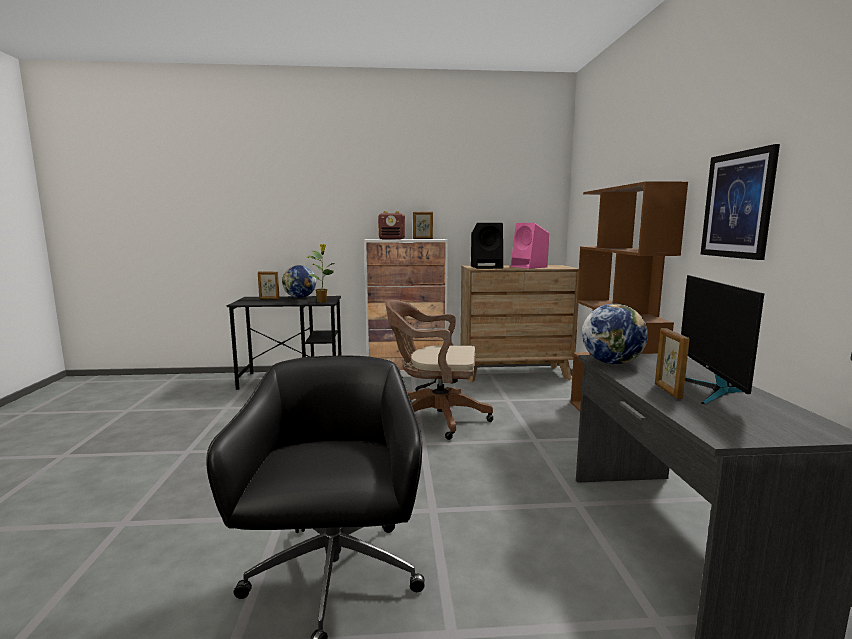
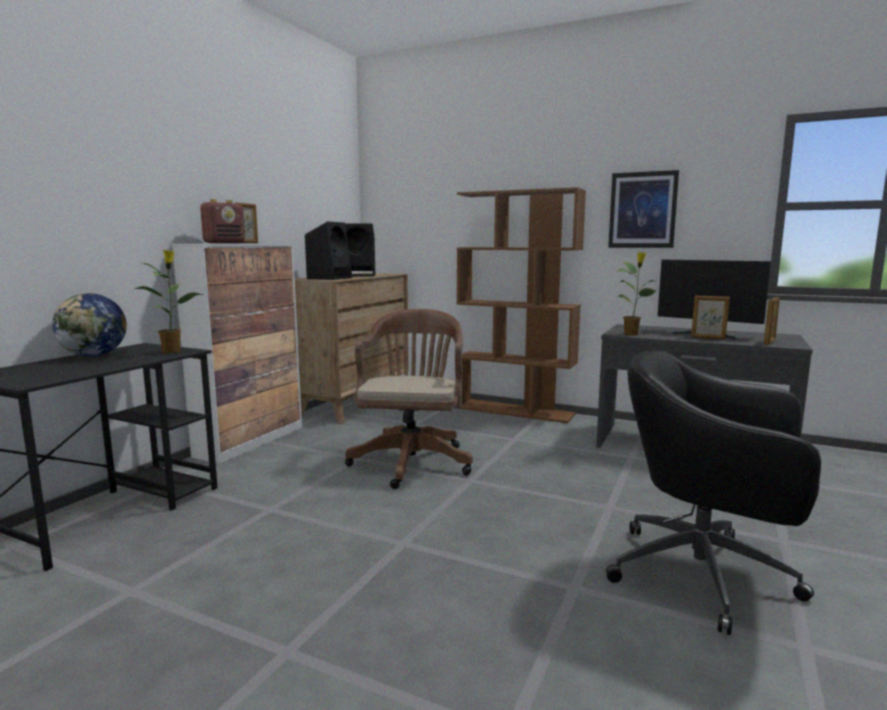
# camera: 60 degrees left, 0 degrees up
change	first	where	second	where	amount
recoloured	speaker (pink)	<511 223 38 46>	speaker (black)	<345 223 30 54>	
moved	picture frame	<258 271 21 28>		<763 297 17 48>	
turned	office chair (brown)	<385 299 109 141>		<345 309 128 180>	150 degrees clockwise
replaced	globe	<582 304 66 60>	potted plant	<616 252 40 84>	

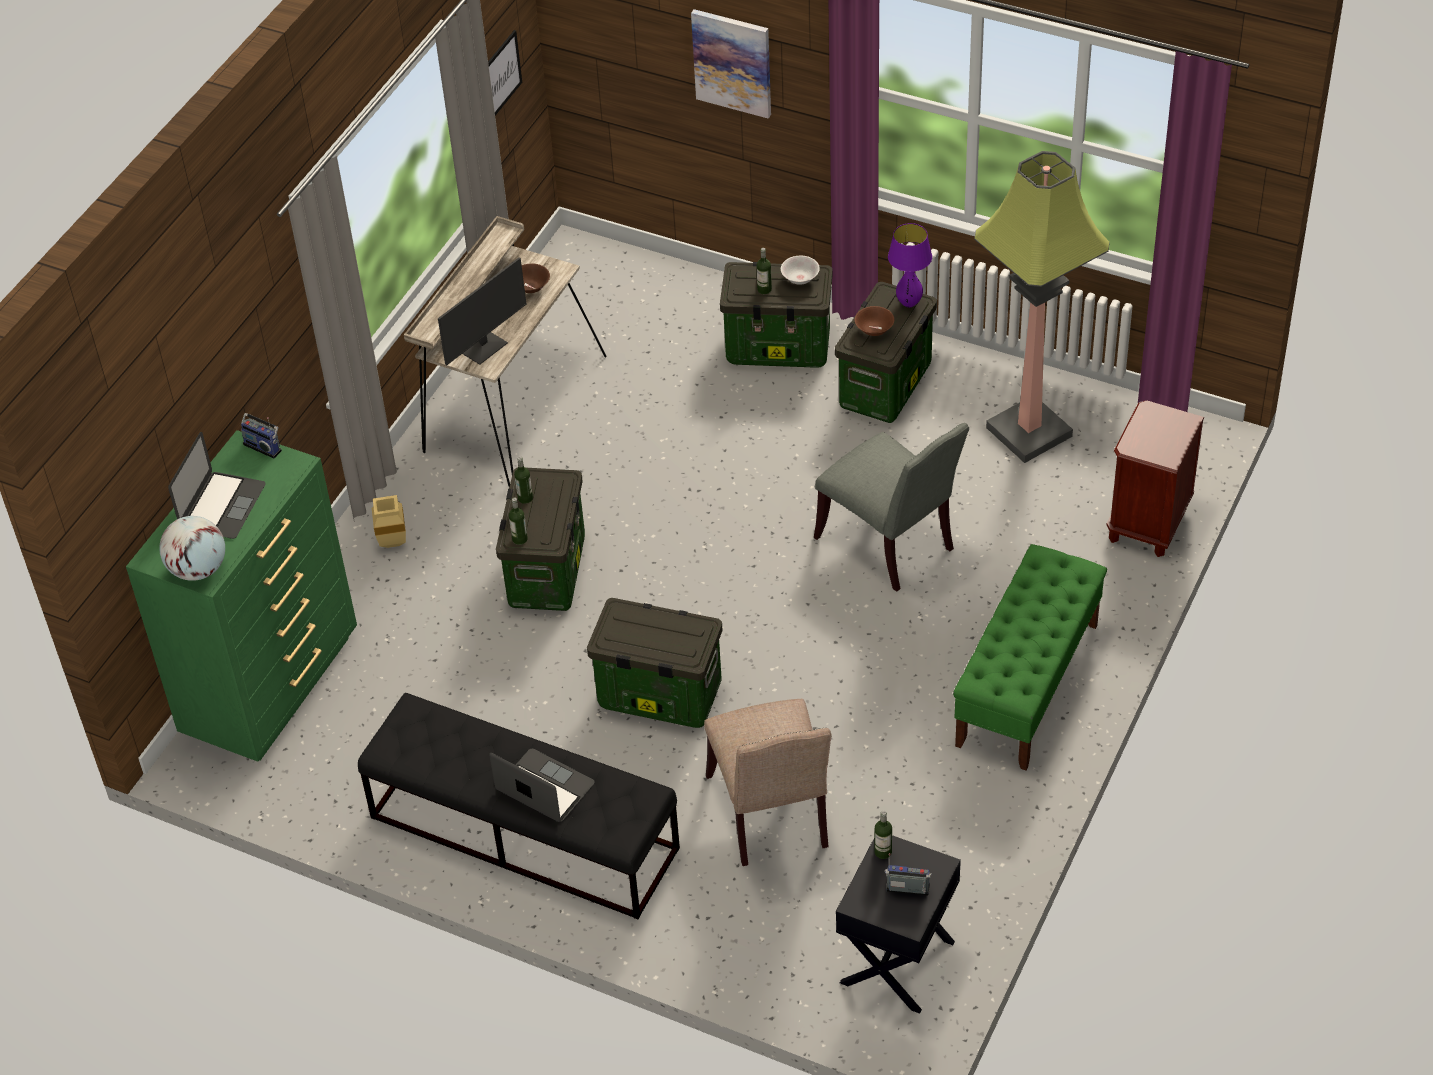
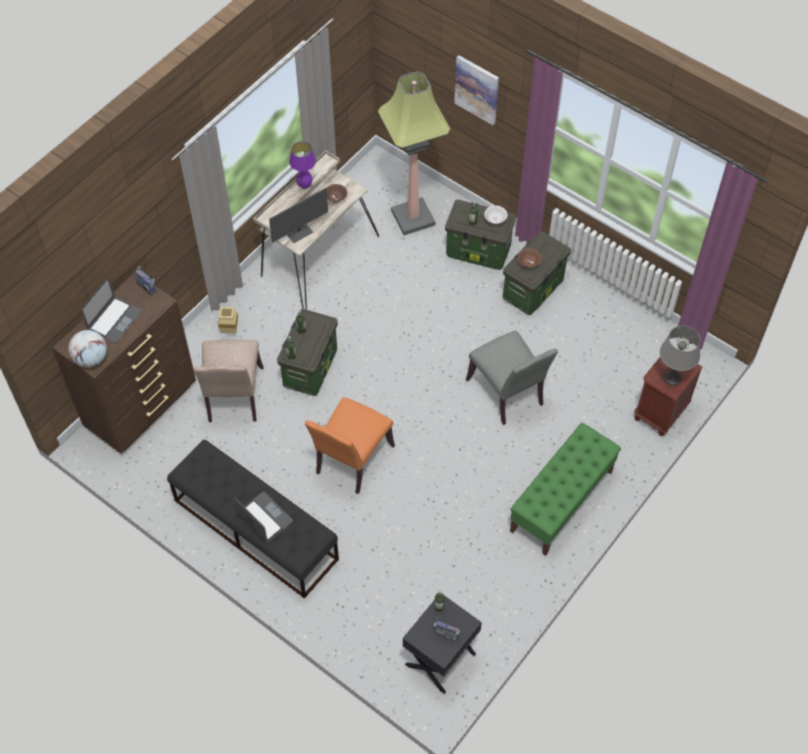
# camera: 10 degrees right, 10 degrees up
change	first	where	second	where	amount
removed	picture	<488 30 34 86>			
moved	floor lamp	<974 151 136 312>		<378 71 72 164>	
moved	table lamp (purple)	<888 223 44 84>		<289 142 27 47>	
recoloured	dresser (green)	<126 430 231 332>	dresser (brown)	<52 273 144 181>	
replaced	storage box	<587 598 136 130>	chair (orange)	<305 397 90 97>	
moved	chair (beige)	<704 699 128 167>		<194 340 70 82>	
added			table lamp (grey)	<660 325 40 61>	

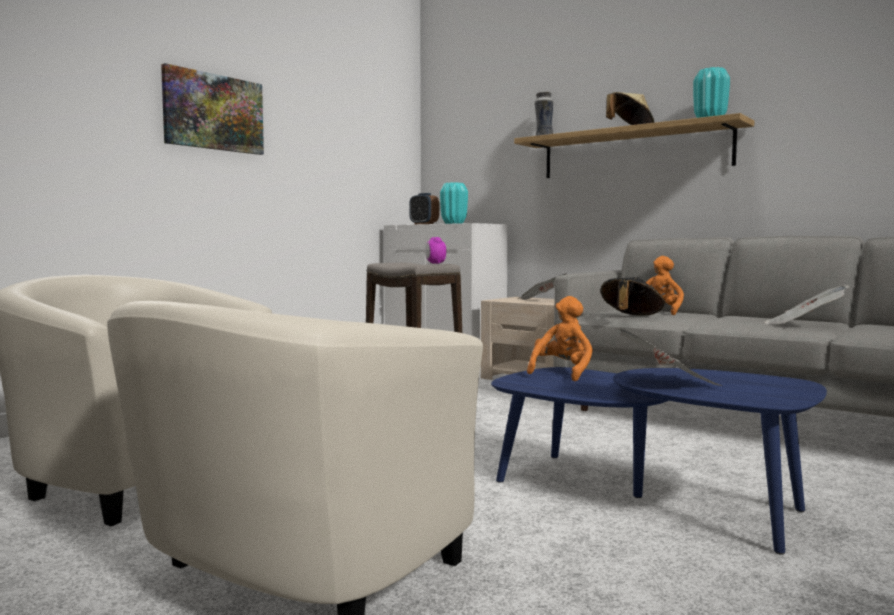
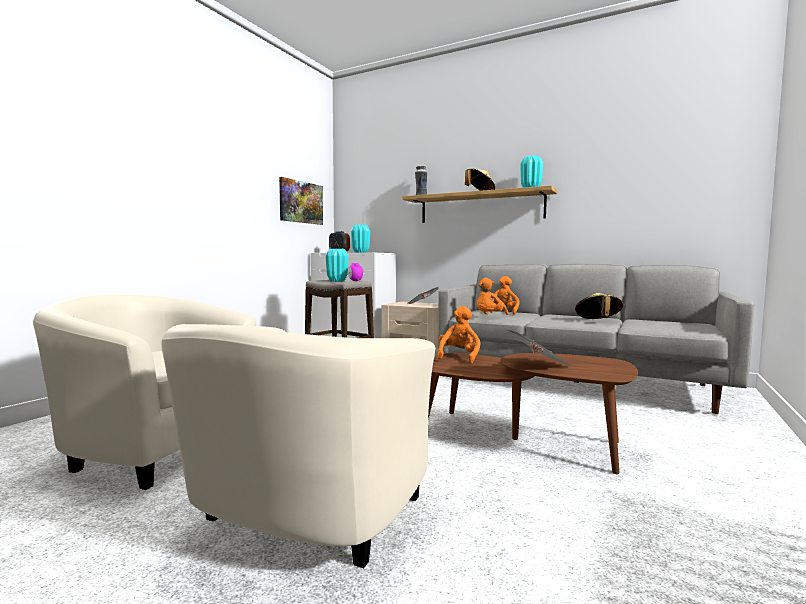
# camera: 10 degrees left, 0 degrees up
change	first	where	second	where	amount
moved	picture	<161 63 103 92>		<279 177 44 48>	
replaced	hat (black)	<600 277 64 39>	plush toy (orange)	<476 278 33 37>	
replaced	newspaper	<764 285 86 39>	hat (beige)	<575 293 48 26>	
recoloured	coffee table (blue)	<491 367 336 188>	coffee table (brown)	<428 353 210 121>	
added			vase (turquoise)	<326 249 22 33>	

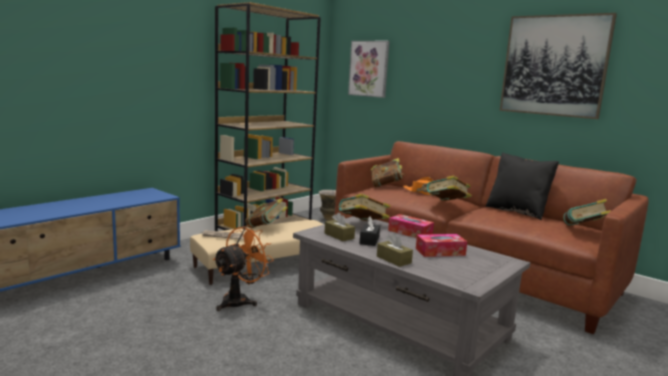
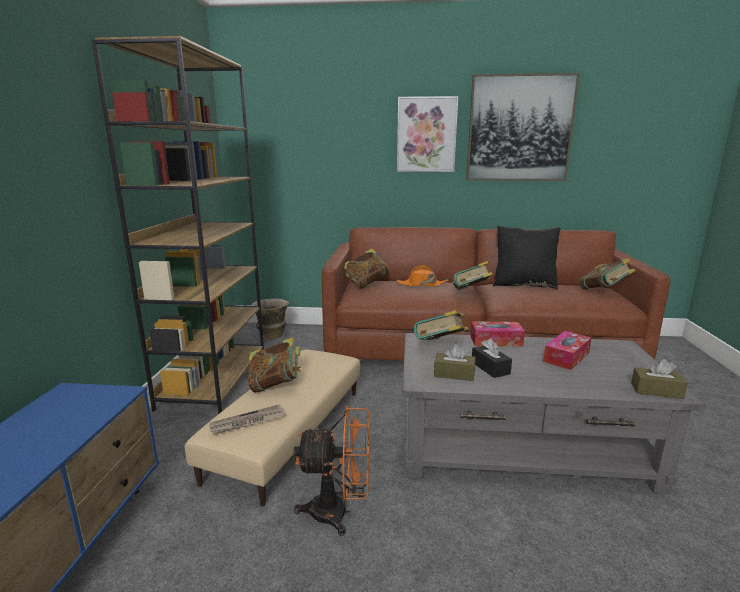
# camera: 35 degrees left, 5 degrees up
change	first	where	second	where	amount
moved	picture	<348 41 42 57>		<397 96 61 76>	
turned	fan (orange)	<213 225 61 86>		<293 406 77 130>	90 degrees clockwise
moved	tissue box (brown)	<377 233 36 34>		<631 359 57 40>	

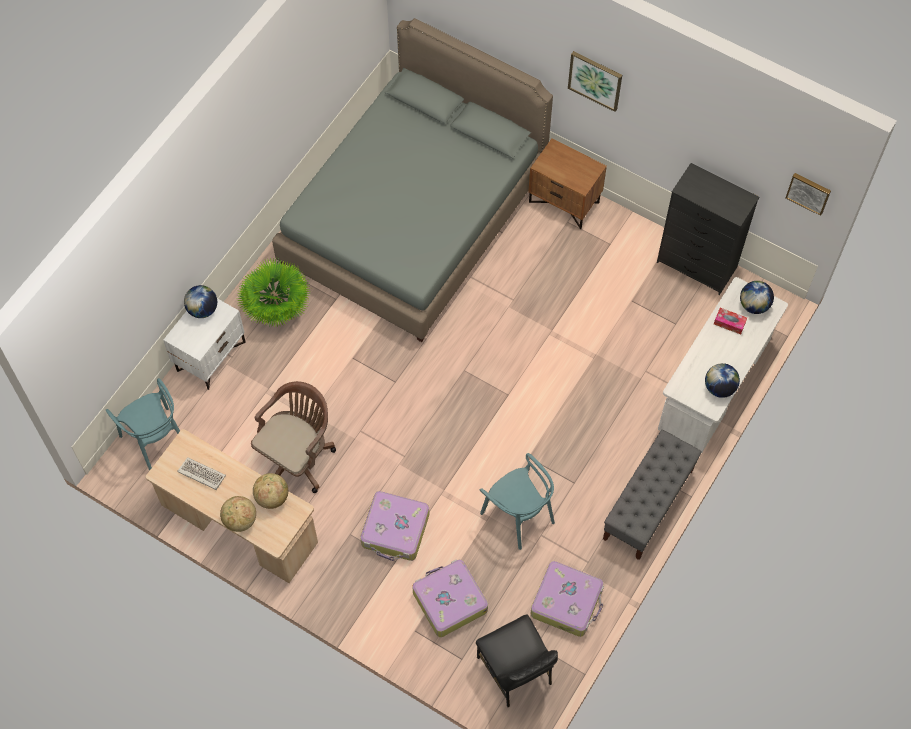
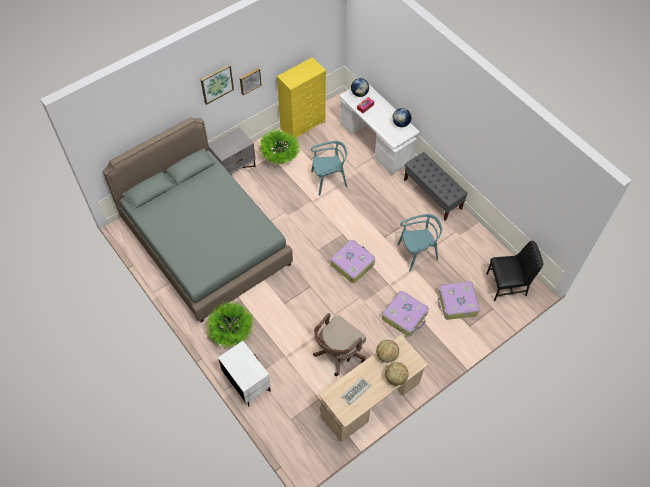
# camera: 70 degrees left, 5 degrees down
change	first	where	second	where	amount
recoloured	nightstand (brown)	<528 138 79 91>	nightstand (grey)	<209 128 47 47>	
recoloured	dresser (black)	<657 163 102 132>	dresser (yellow)	<277 57 49 81>	
moved	picture	<786 173 45 43>		<240 68 22 27>	
removed	globe	<184 285 33 33>			
moved	chair (turquoise)	<105 378 75 93>		<311 141 36 55>	
turned	office chair (brown)	<251 381 85 112>		<313 313 53 63>	105 degrees counterclockwise
moved	suitcase	<530 561 74 76>		<330 240 45 43>	
added			potted plant	<259 129 41 36>	

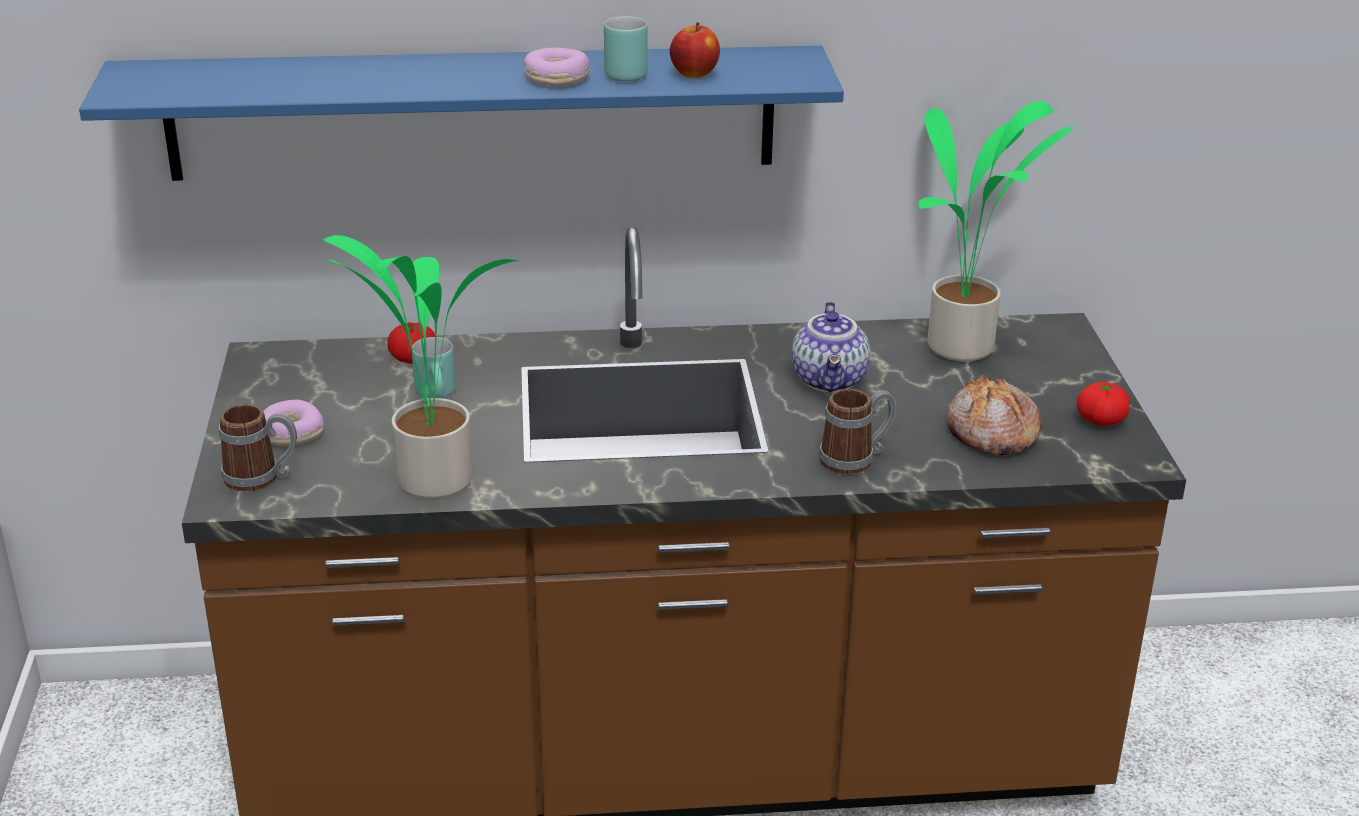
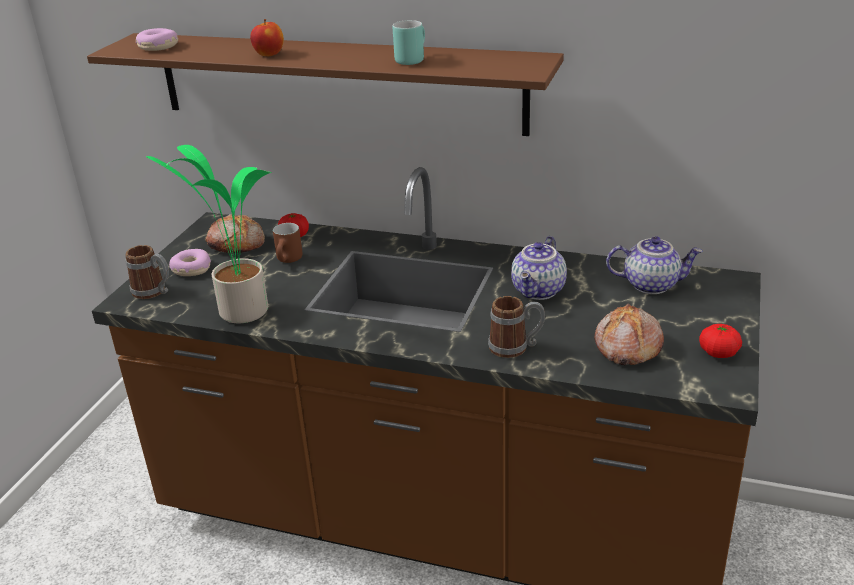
# camera: 25 degrees right, 0 degrees up
change	first	where	second	where	amount
moved	apple	<670 22 50 56>		<250 19 34 37>	
recoloured	shelf (blue)	<79 46 765 135>	shelf (brown)	<87 33 477 103>	
moved	donut	<524 47 66 39>		<136 28 42 23>	
replaced	potted plant	<918 101 156 261>	teapot	<606 236 97 58>	
recoloured	mug (turquoise)	<412 337 44 62>	mug (brown)	<273 223 30 40>	
added			bread	<205 214 60 39>	

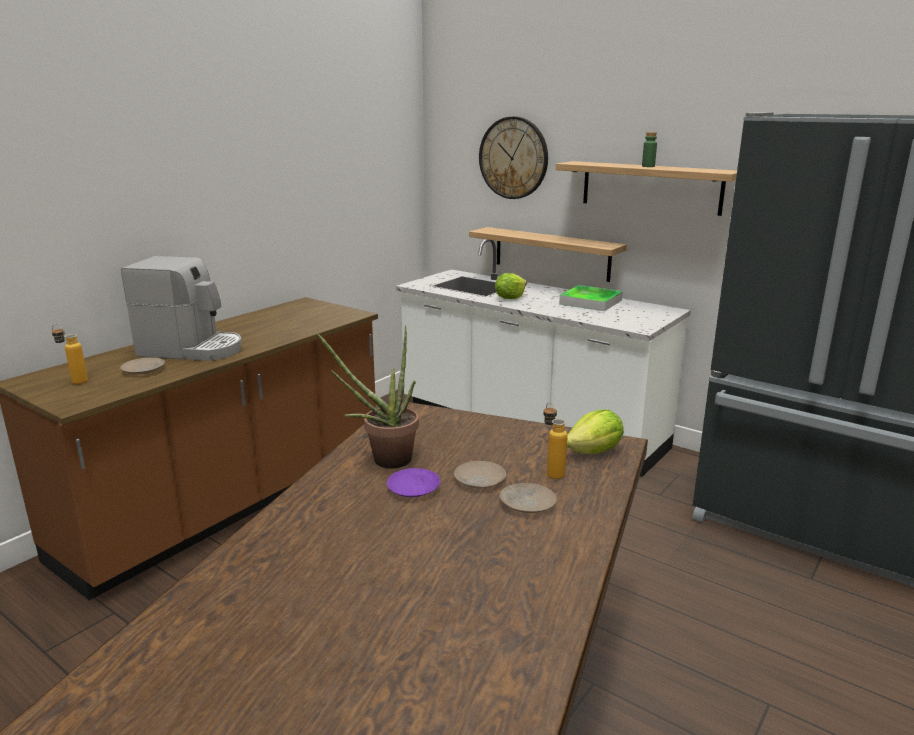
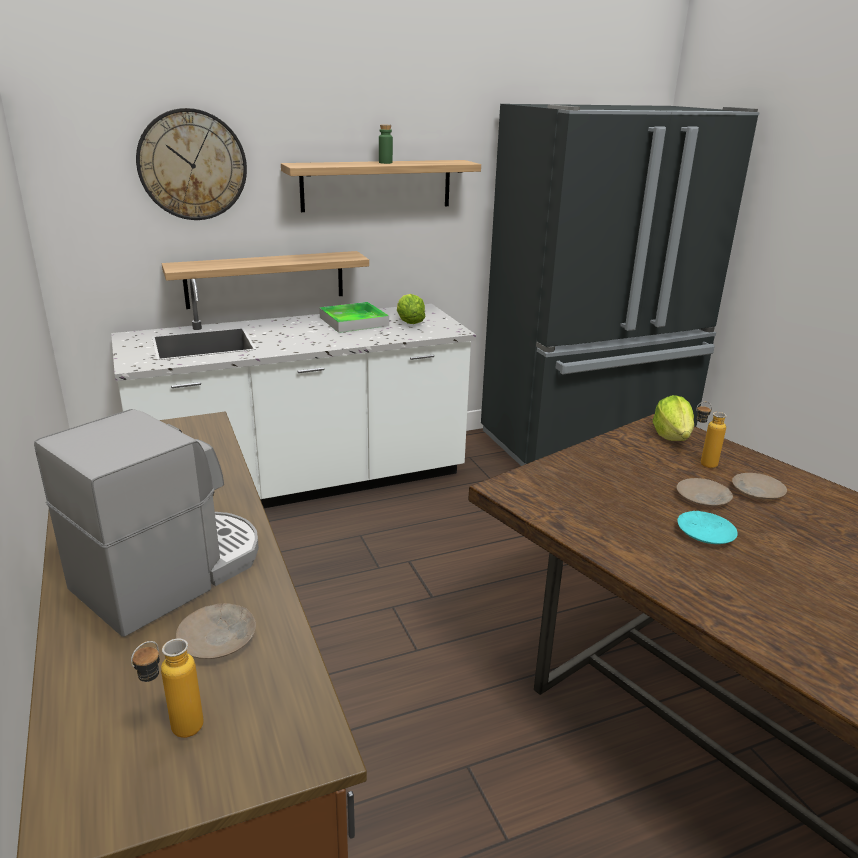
# camera: 60 degrees left, 5 degrees up
change	first	where	second	where	amount
moved	lettuce	<495 273 32 26>		<397 294 28 30>	
removed	potted plant	<317 326 102 143>			
recoloured	plate (purple)	<387 468 53 29>	plate (turquoise)	<677 511 61 33>	

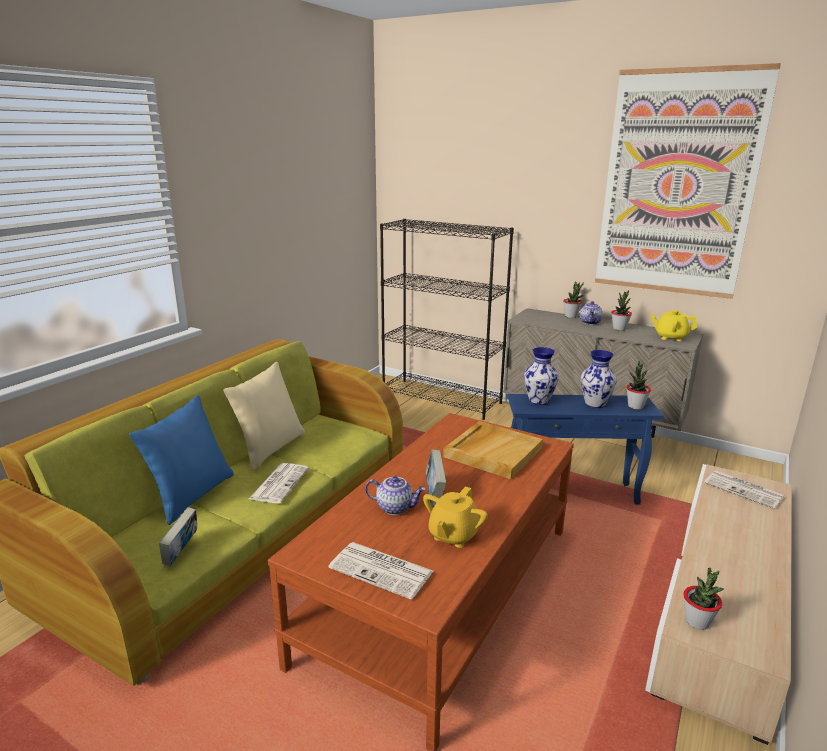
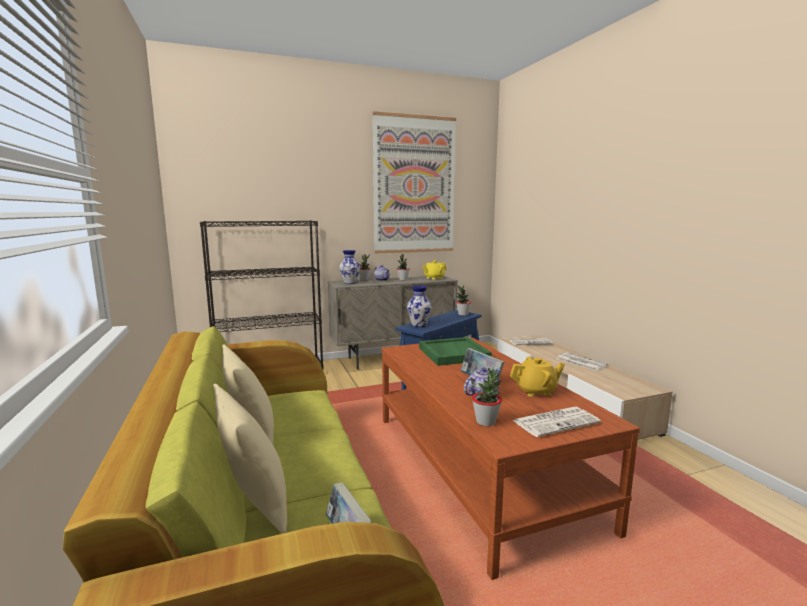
# camera: 50 degrees left, 10 degrees down
change	first	where	second	where	amount
moved	vase	<581 350 36 58>		<339 250 21 34>	
recoloured	pillow (blue)	<129 395 105 130>	pillow (beige)	<213 384 74 149>	
recoloured	tray (beige)	<443 421 100 58>	tray (green)	<419 337 73 29>	
moved	newspaper	<249 463 60 40>		<556 352 53 19>	
turned	teapot (yellow)	<423 486 65 62>		<510 357 55 40>	75 degrees counterclockwise
moved	potted plant	<683 568 41 62>		<472 368 30 58>	

